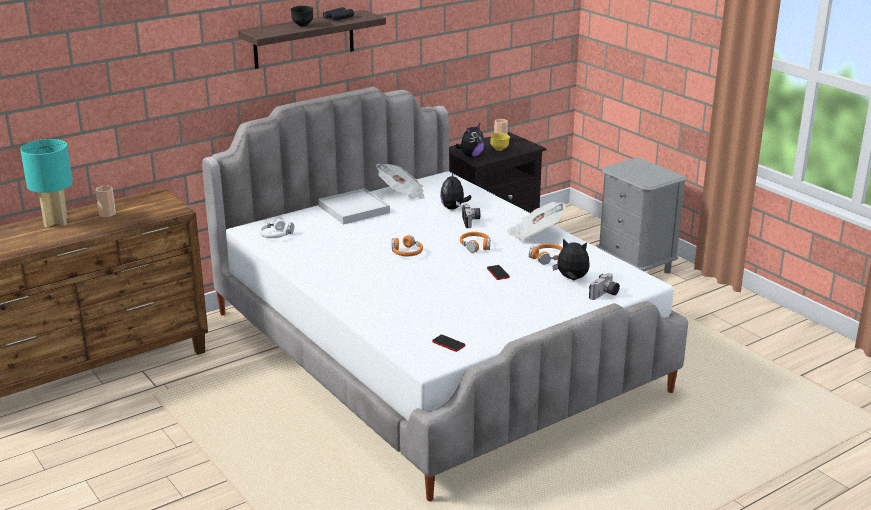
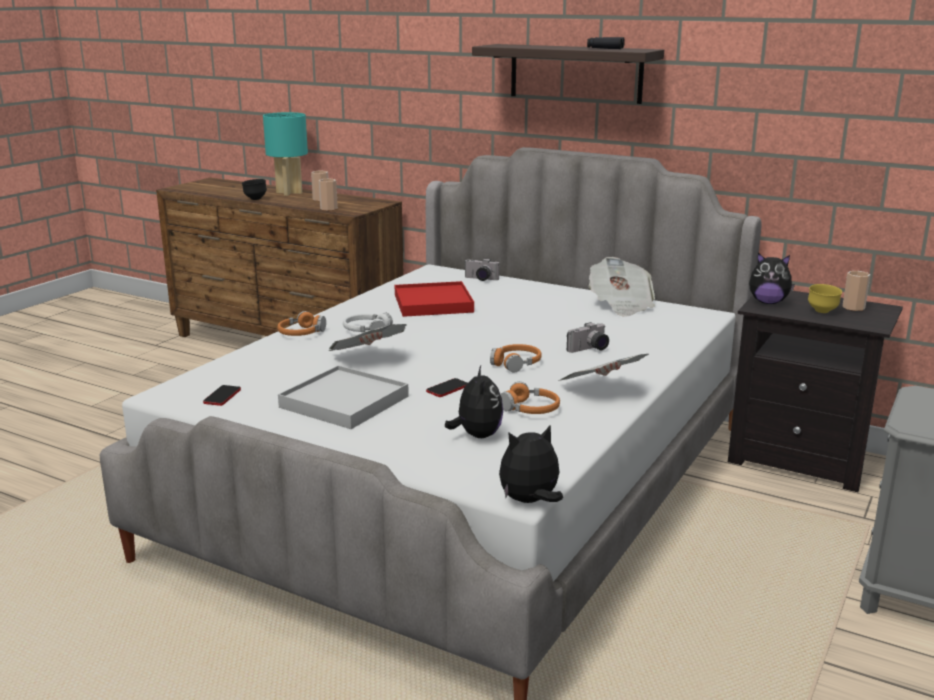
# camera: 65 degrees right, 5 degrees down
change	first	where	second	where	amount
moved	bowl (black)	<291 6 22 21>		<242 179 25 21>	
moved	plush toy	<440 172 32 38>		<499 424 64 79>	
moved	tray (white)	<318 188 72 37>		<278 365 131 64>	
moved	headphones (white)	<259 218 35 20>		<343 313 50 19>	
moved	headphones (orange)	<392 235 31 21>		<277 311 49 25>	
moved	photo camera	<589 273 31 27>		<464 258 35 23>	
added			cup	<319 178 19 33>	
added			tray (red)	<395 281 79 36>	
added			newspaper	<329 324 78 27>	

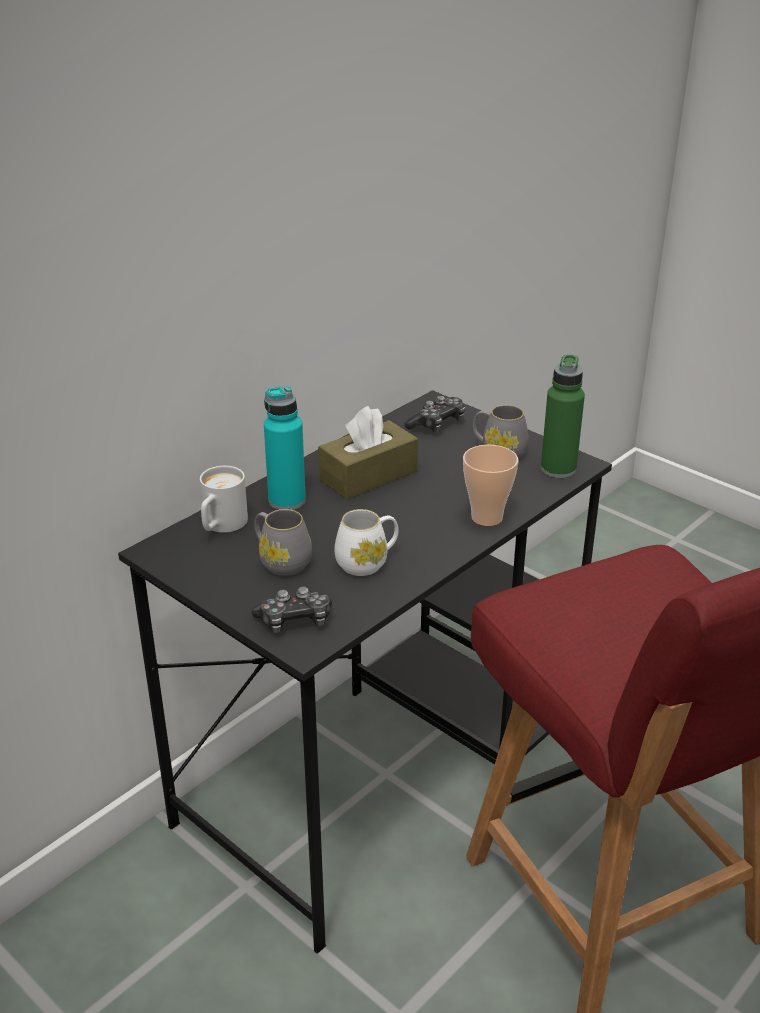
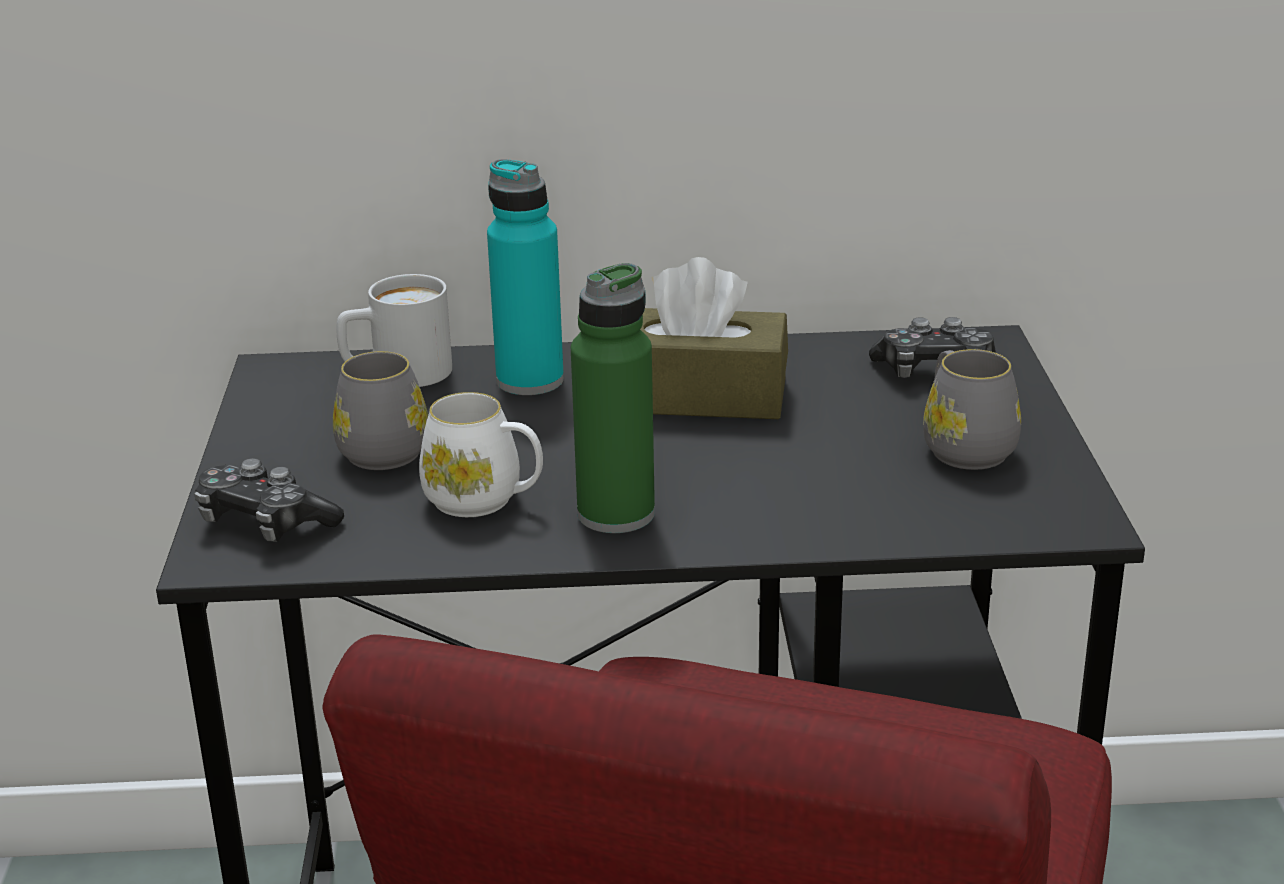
# camera: 45 degrees right, 5 degrees down
change	first	where	second	where	amount
moved	bottle (green)	<541 354 44 124>		<571 263 84 270>	
removed	cup	<463 445 55 81>			

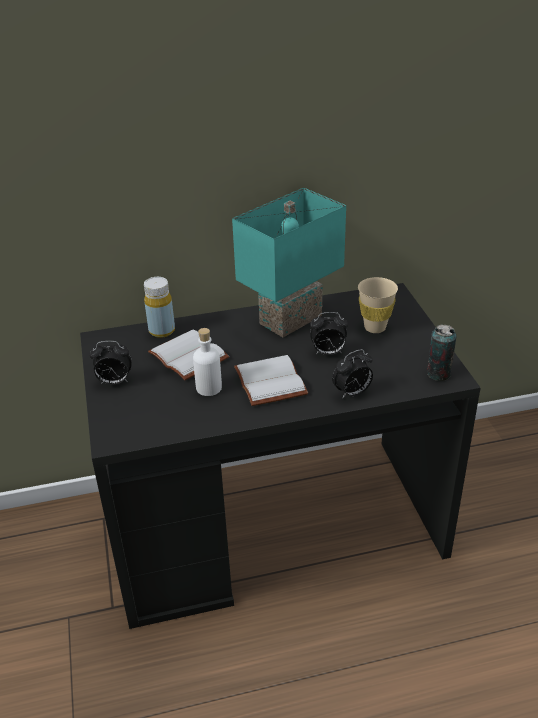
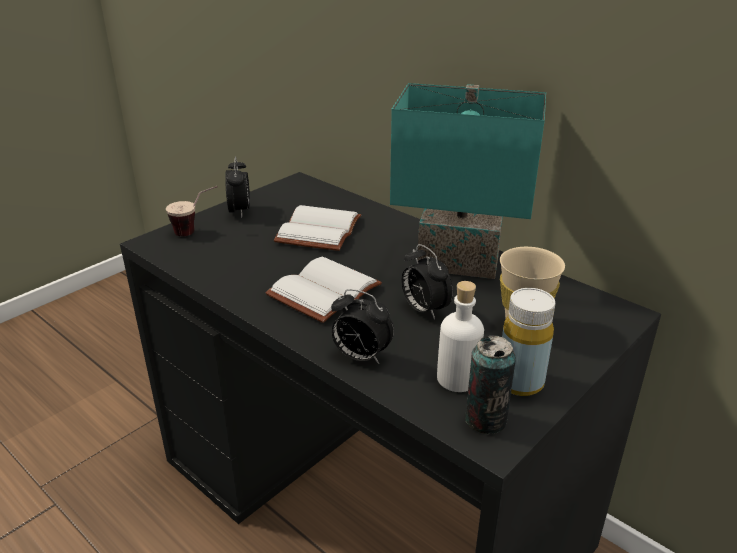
# camera: 55 degrees right, 5 degrees down
change	first	where	second	where	amount
moved	bottle (yellow)	<144 277 31 61>		<502 288 53 108>	
moved	bottle (white)	<193 328 29 68>		<437 281 47 111>	
turned	alarm clock	<89 341 43 44>		<225 156 25 62>	150 degrees counterclockwise
added			cup	<166 186 51 50>	

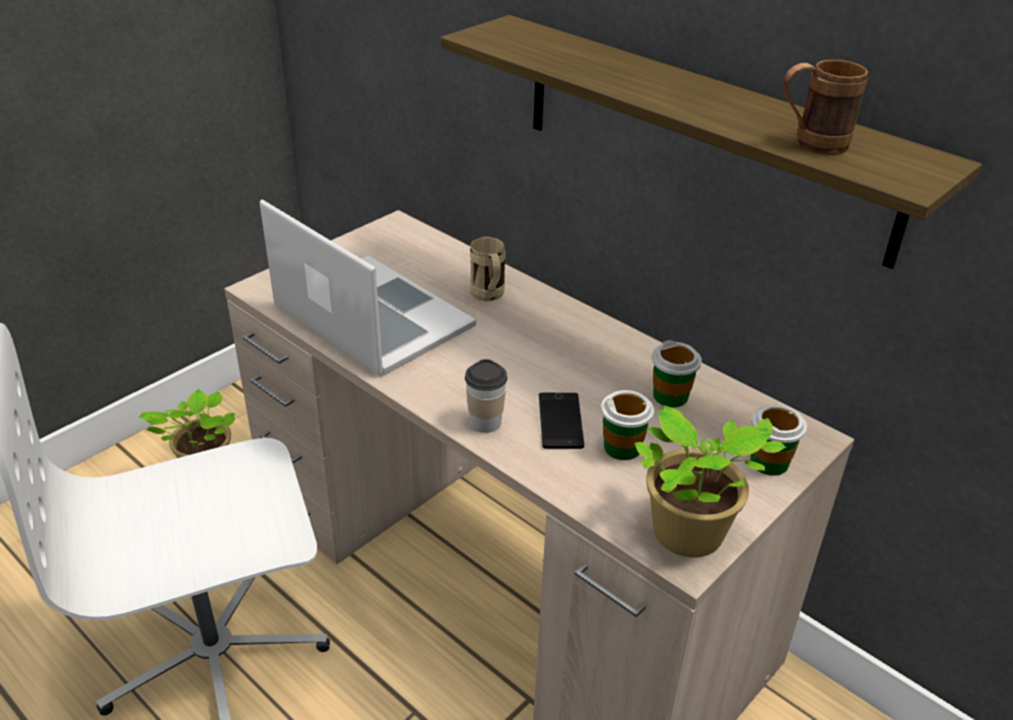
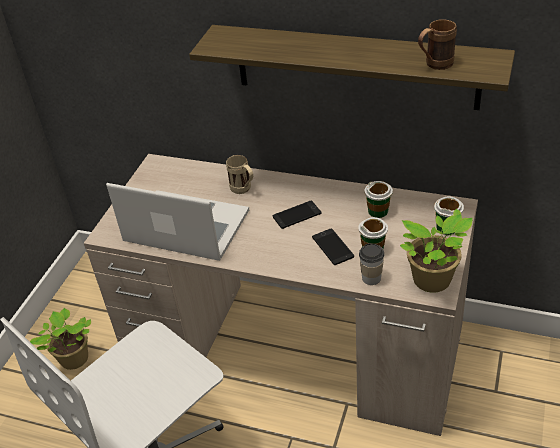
# camera: 20 degrees left, 5 degrees up
change	first	where	second	where	amount
moved	cup	<465 359 42 74>		<359 243 25 42>	
added			phone	<273 201 48 28>	

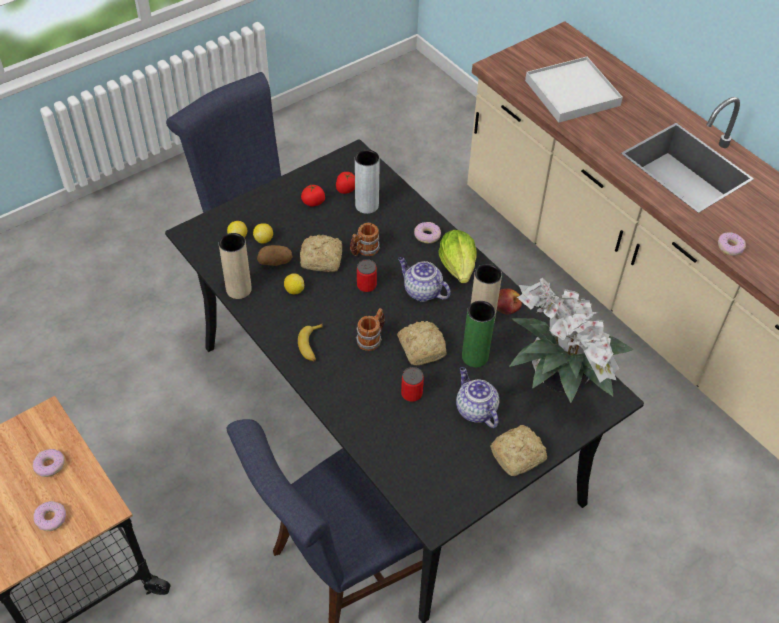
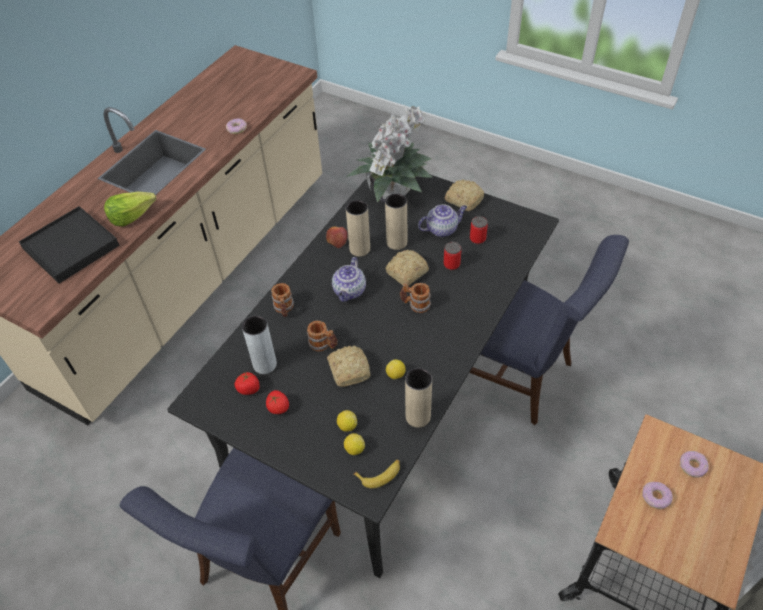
# camera: 110 degrees left, 0 degrees up
change	first	where	second	where	amount
recoloured	tray (white)	<525 57 98 66>	tray (black)	<19 206 101 78>	
replaced	donut	<414 222 27 21>	mug	<271 283 23 34>	
moved	lettuce	<438 230 39 53>		<104 192 52 34>	
removed	potato	<257 245 36 21>			
moved	can	<357 259 20 34>		<470 216 18 28>	
recoloured	vase (green)	<462 301 34 66>	vase (beige)	<385 193 22 57>	
moved	banana	<298 324 25 37>		<353 460 47 28>	
turned	teapot	<456 367 43 61>		<418 204 49 33>	150 degrees counterclockwise

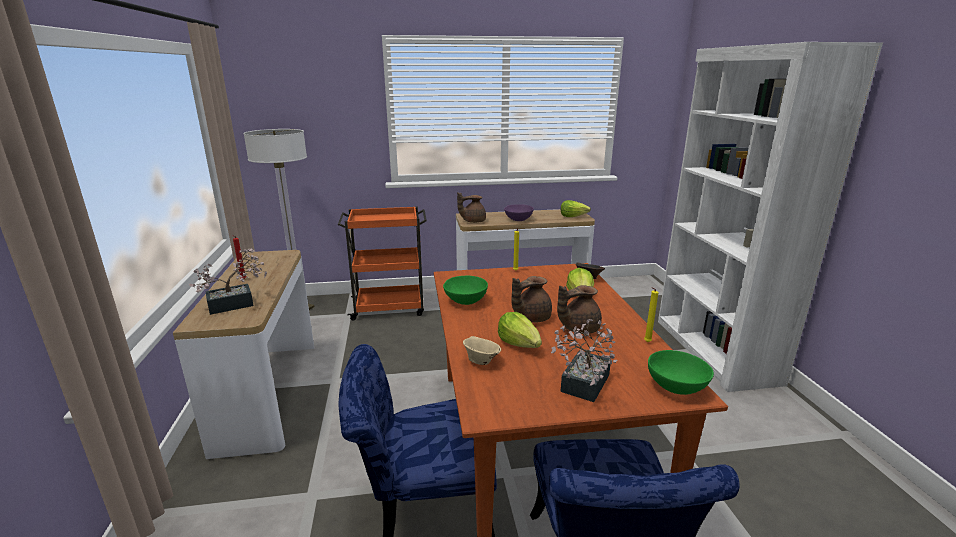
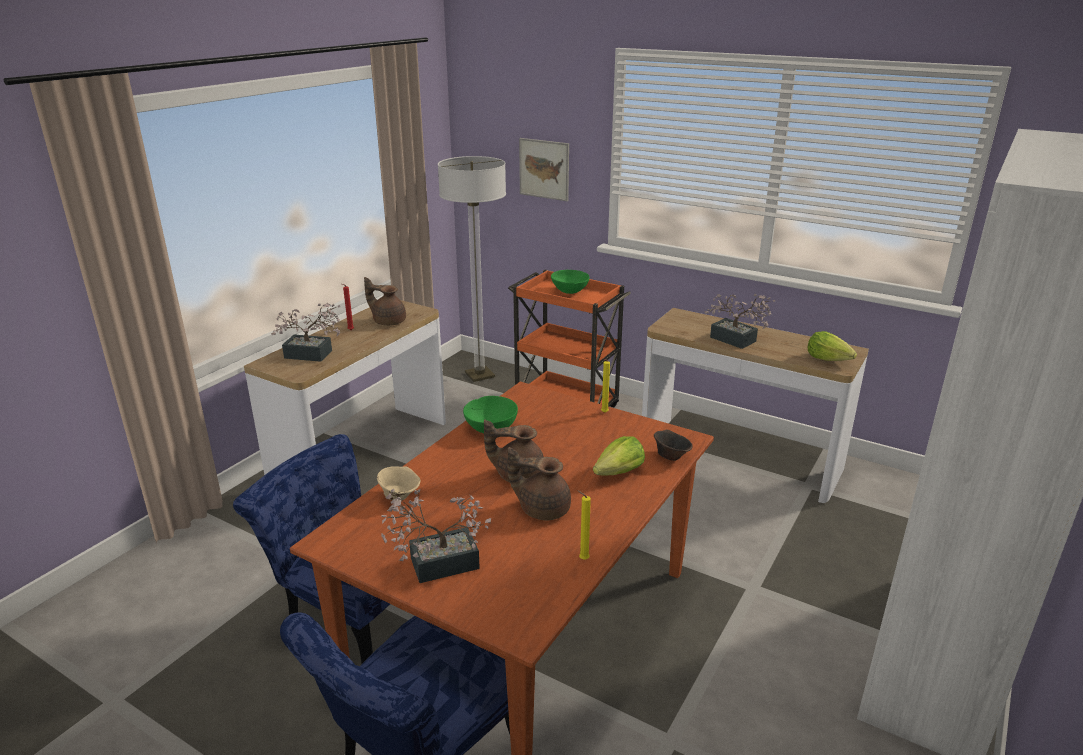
# camera: 40 degrees right, 5 degrees up
change	first	where	second	where	amount
moved	teapot (brown)	<457 192 29 31>		<364 277 42 49>	
replaced	bowl (purple)	<504 204 30 17>	potted plant	<704 294 71 55>	
removed	lettuce	<498 312 44 36>			
moved	bowl (green)	<648 350 66 45>		<551 270 39 24>	
added			picture	<519 138 50 63>	

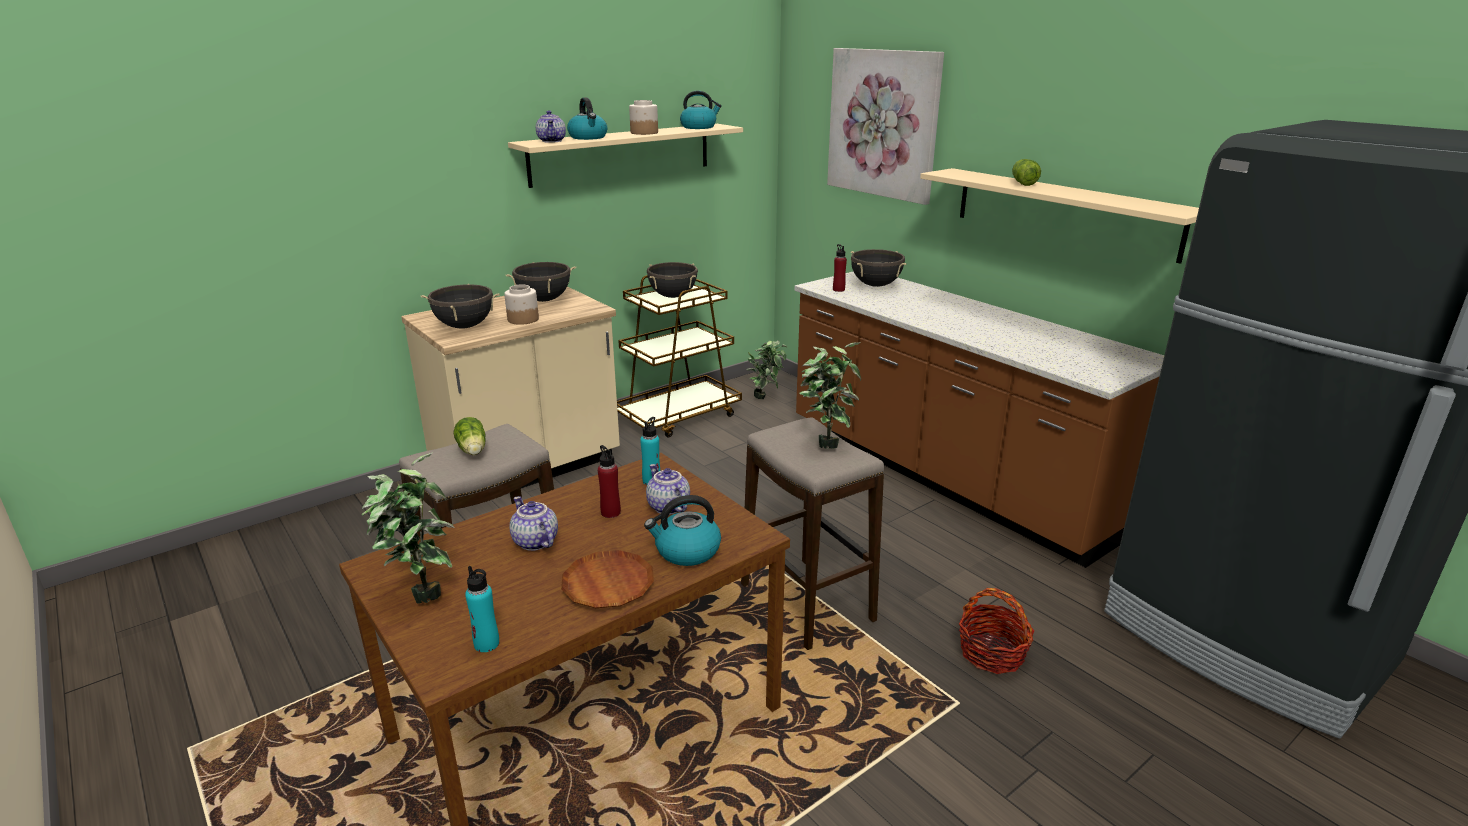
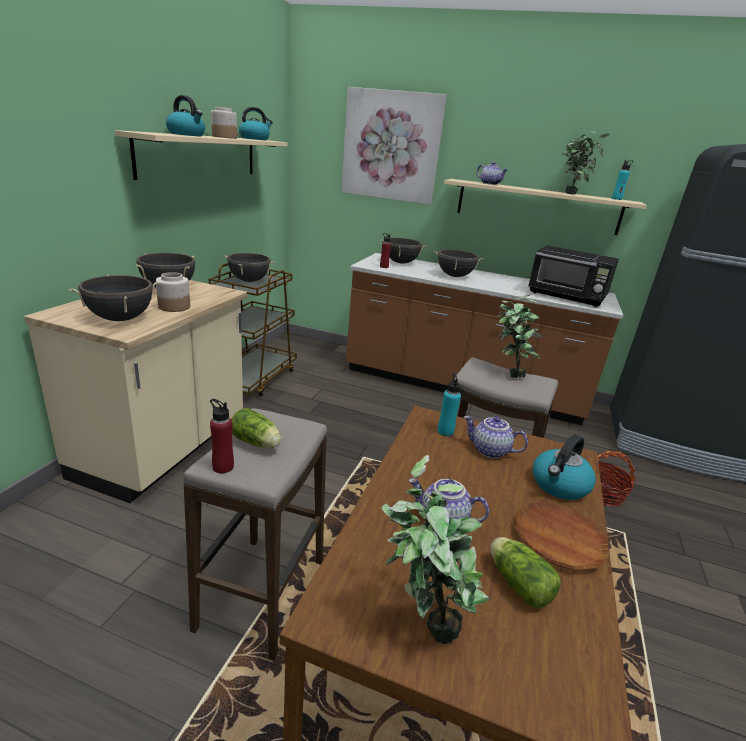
# camera: 35 degrees left, 0 degrees up
change	first	where	second	where	amount
moved	teapot	<536 110 30 33>		<477 162 31 23>	
moved	lettuce	<1012 159 29 27>		<490 537 71 72>	
moved	potted plant	<747 341 40 58>		<561 131 48 63>	
moved	bottle (red)	<598 445 23 73>		<210 399 24 74>	
moved	bottle (turquoise)	<465 566 34 86>		<612 160 21 40>	
added			microwave (black)	<528 246 91 61>	
added			cooking pot (black)	<433 249 51 28>	

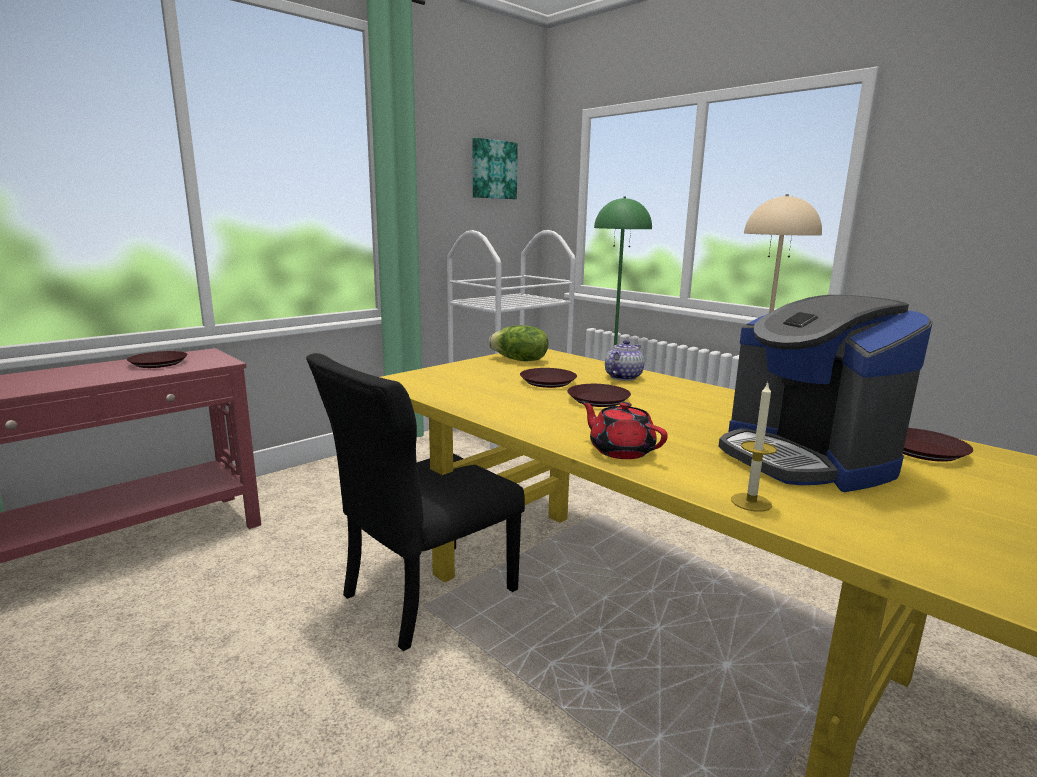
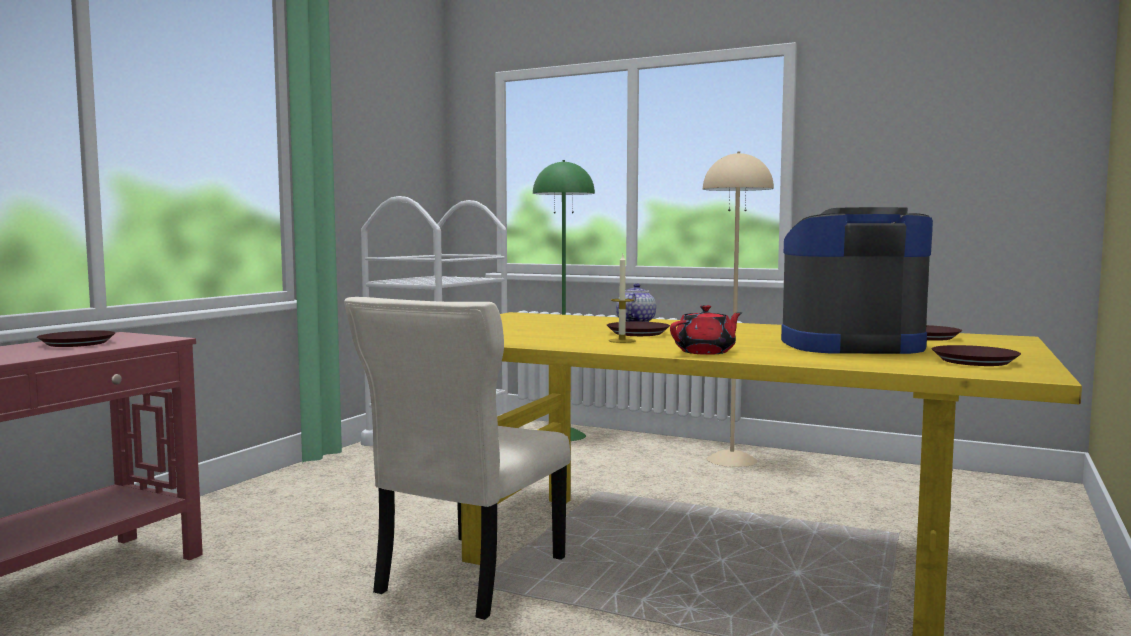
# camera: 20 degrees left, 10 degrees down
change	first	where	second	where	amount
removed	picture	<472 138 46 61>			
turned	coffee machine	<718 295 215 197>		<781 207 152 147>	135 degrees clockwise
removed	lettuce	<489 325 59 36>			
recoloured	chair (black)	<306 353 219 298>	chair (beige)	<344 297 226 323>	
moved	plate (brown)	<520 368 57 20>		<932 345 89 21>	
moved	candle	<731 382 46 130>		<609 255 26 88>	
turned	teapot (red)	<581 401 87 58>		<670 305 72 50>	120 degrees clockwise

